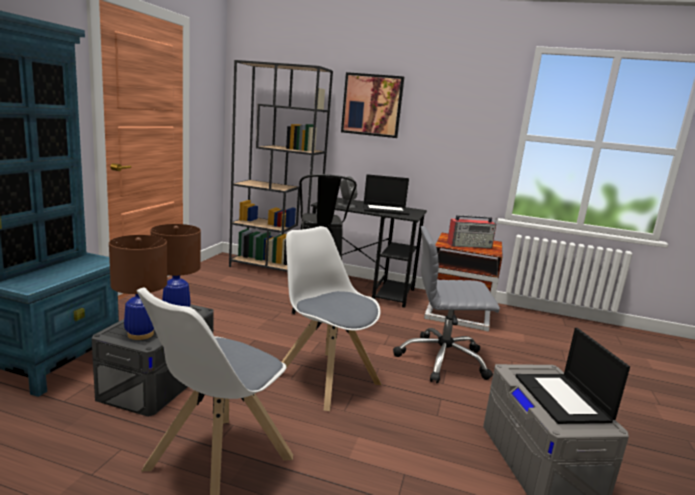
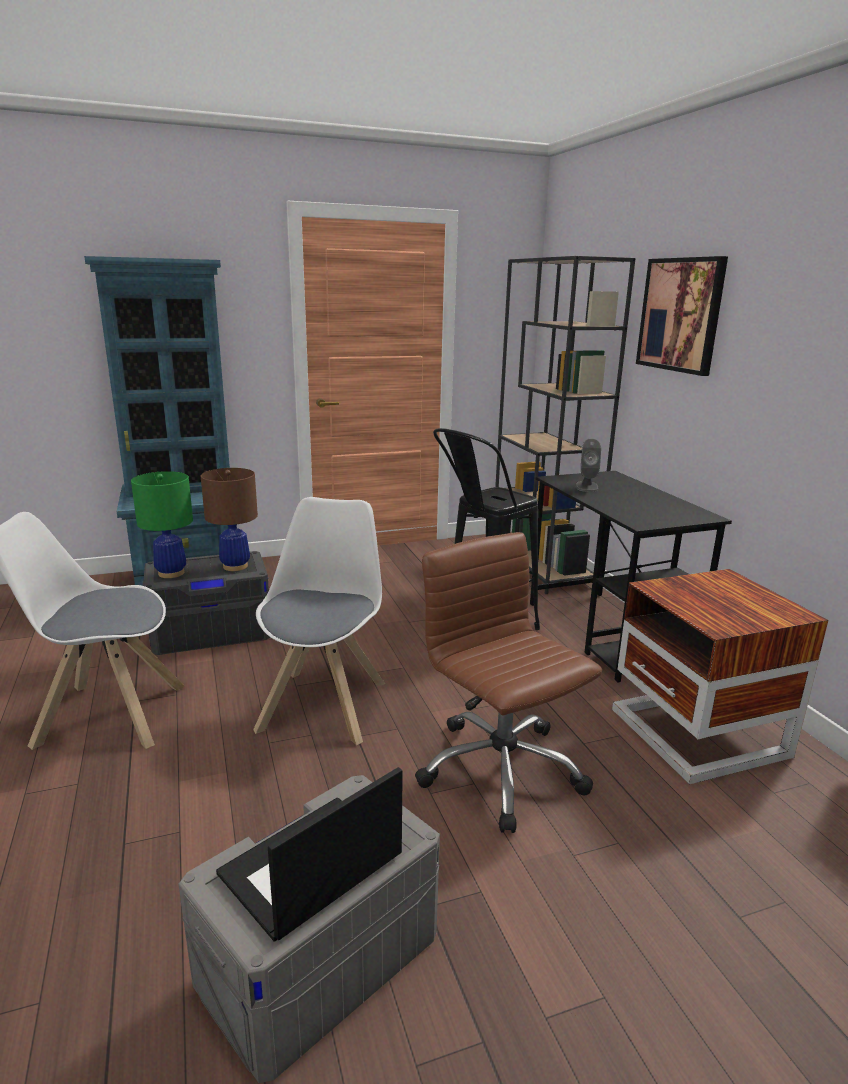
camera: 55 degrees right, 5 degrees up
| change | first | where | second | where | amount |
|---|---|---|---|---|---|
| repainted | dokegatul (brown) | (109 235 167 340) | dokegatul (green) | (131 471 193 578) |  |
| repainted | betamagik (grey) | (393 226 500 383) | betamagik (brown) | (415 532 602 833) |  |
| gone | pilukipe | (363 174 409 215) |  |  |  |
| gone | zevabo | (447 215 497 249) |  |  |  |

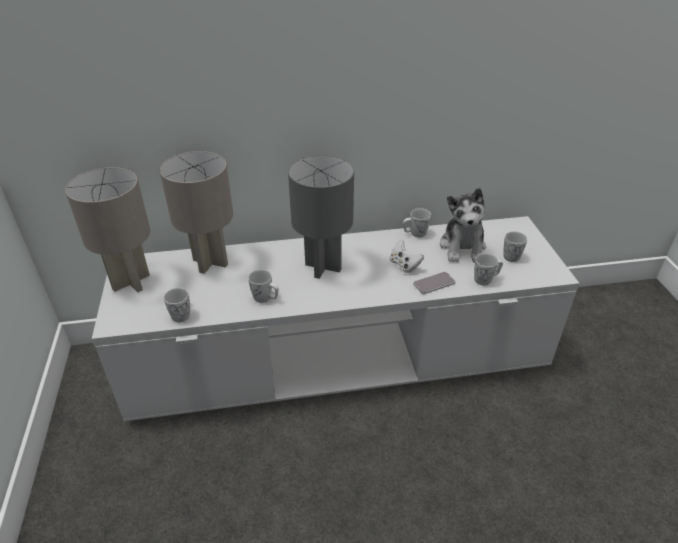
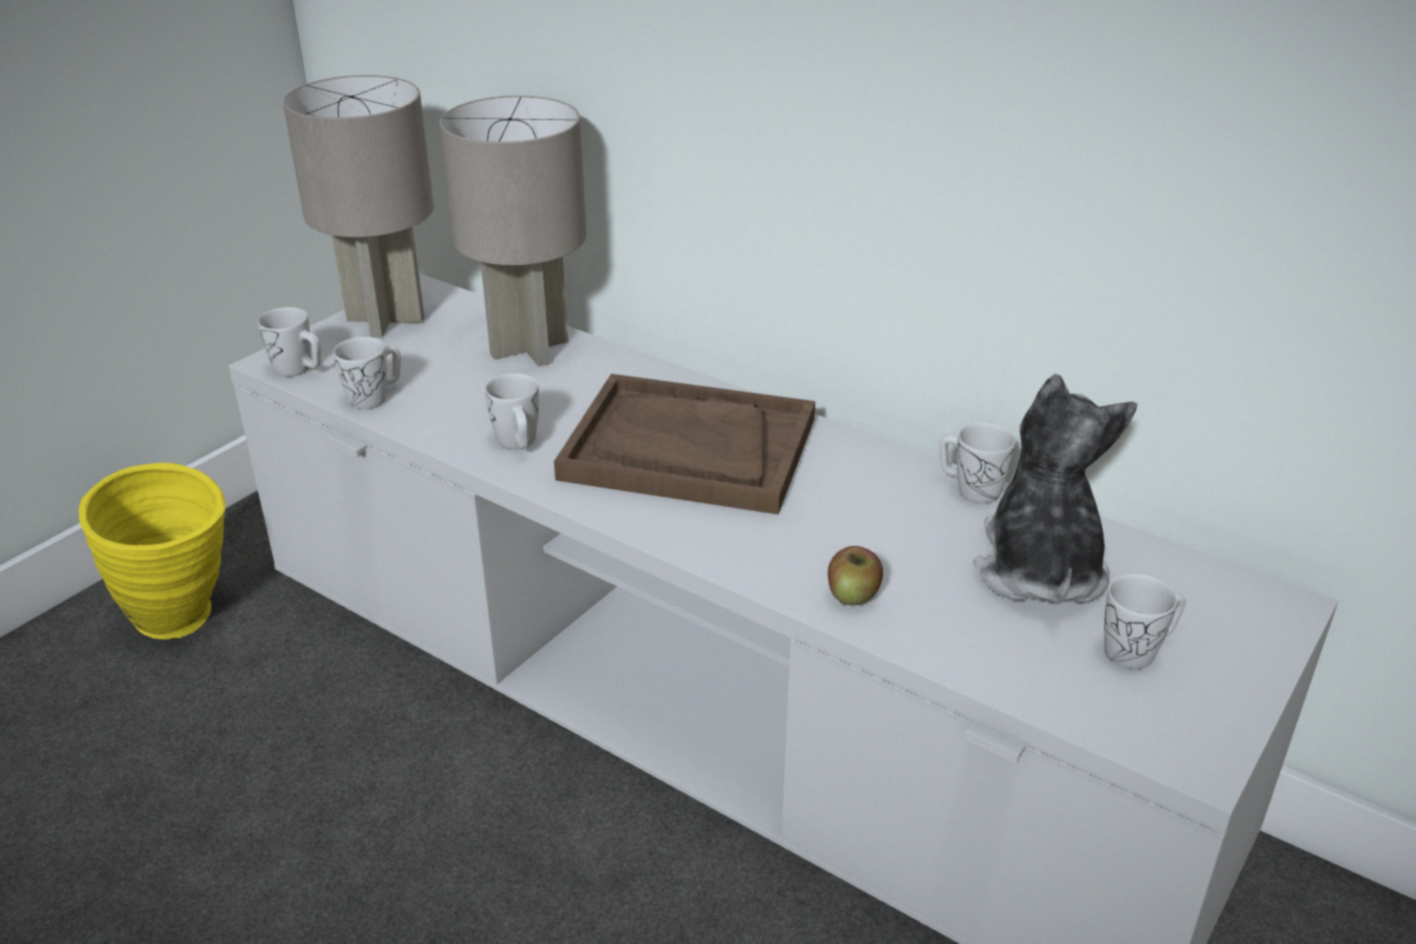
camera: 45 degrees right, 5 degrees down
| change | first | where | second | where | amount |
|---|---|---|---|---|---|
| new |  |  | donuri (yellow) | (79 463 226 639) |  |
| shifted | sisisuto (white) | (474 253 503 285) |  | (258 307 321 377) |  |
| swapped | dokegatul (grey) | (288 155 354 279) | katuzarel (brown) | (554 374 815 514) |  |
| swapped | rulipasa | (414 272 455 294) | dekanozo | (828 546 883 605) |  |
| rotated | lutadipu | (440 188 486 263) |  | (974 374 1138 603) | 135 degrees clockwise |
| gone | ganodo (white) | (390 240 424 273) |  |  |  |

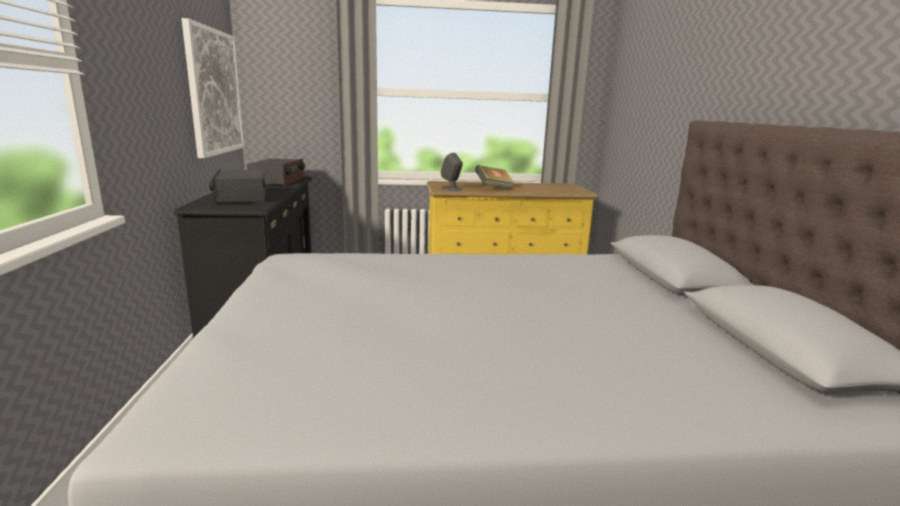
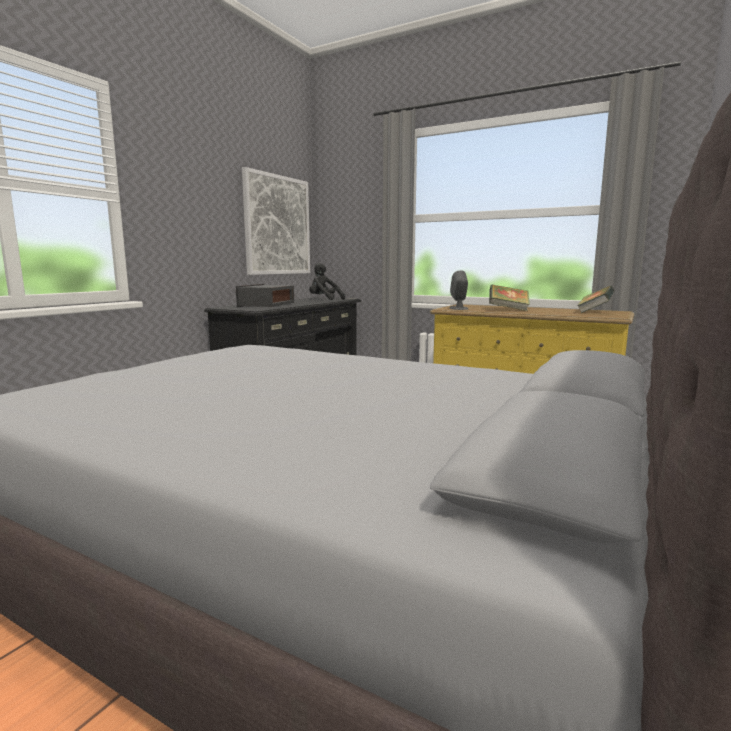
camera: 35 degrees right, 5 degrees down
| change | first | where | second | where | amount |
|---|---|---|---|---|---|
| swapped | zevabo | (247 158 305 186) | lutadipu (black) | (309 263 345 300) |  |
| new |  |  | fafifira | (577 286 614 313) |  |

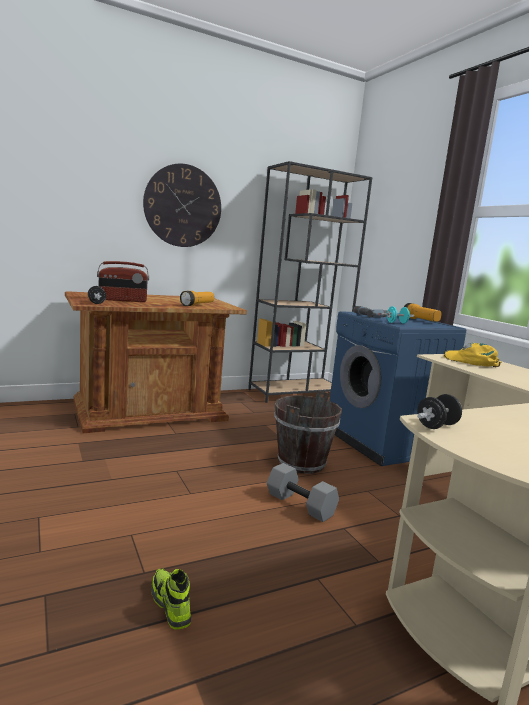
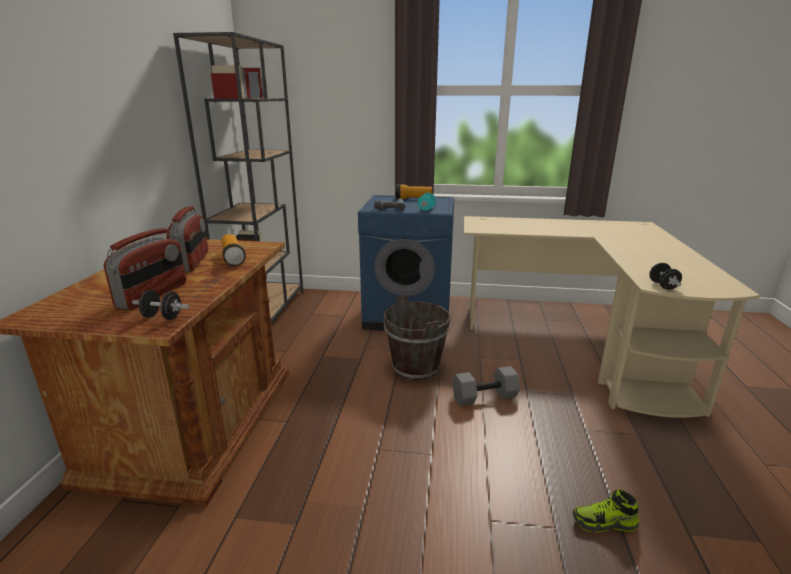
camera: 55 degrees left, 10 degrees up
| change | first | where | second | where | amount |
|---|---|---|---|---|---|
| new |  |  | zevabo | (167 206 208 272) |  |
| gone | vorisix | (143 164 221 247) |  |  |  |
| gone | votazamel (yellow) | (443 343 502 367) |  |  |  |

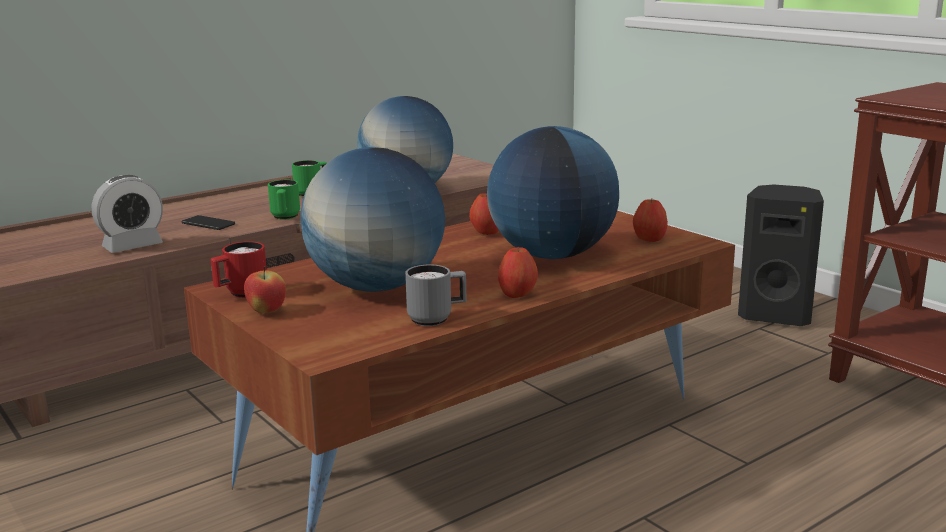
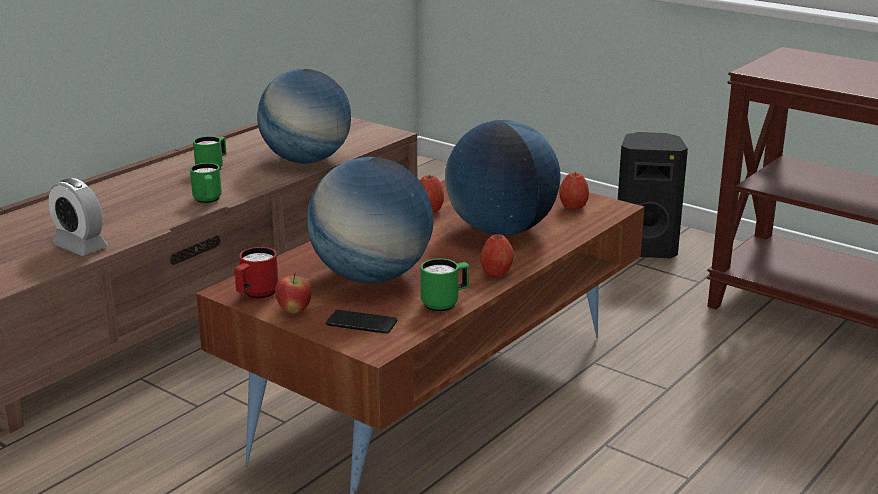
camera: 15 degrees left, 5 degrees up
| change | first | where | second | where | amount |
|---|---|---|---|---|---|
| rotated | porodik | (92 175 163 253) |  | (48 178 108 256) | 90 degrees clockwise |
| shifted | rulipasa | (181 215 235 230) |  | (326 310 397 334) |  |
| repainted | sisisuto (grey) | (405 265 467 326) | sisisuto (green) | (421 259 469 312) |  |

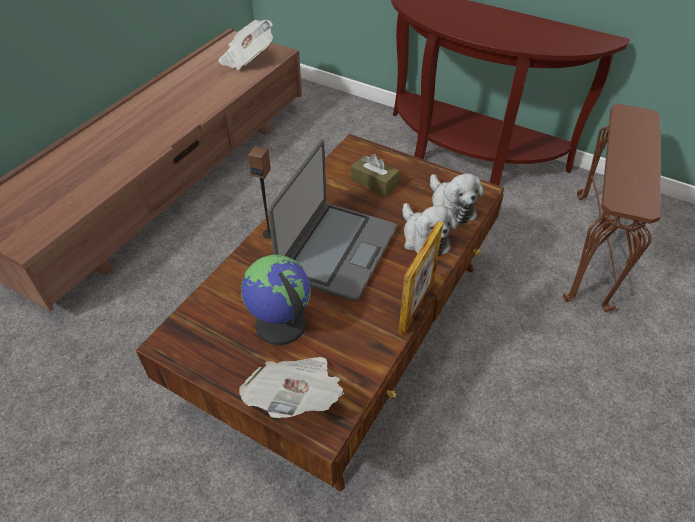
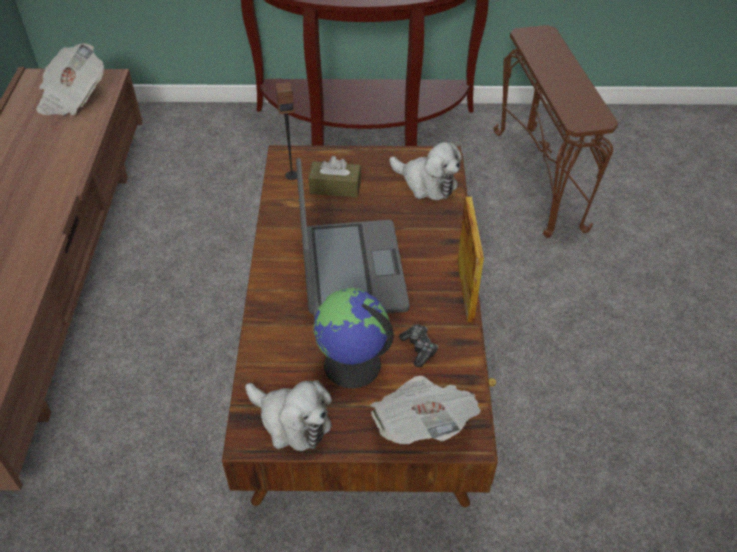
camera: 30 degrees left, 0 degrees up
| change | first | where | second | where | amount |
|---|---|---|---|---|---|
| shifted | lutadipu | (403 203 457 256) |  | (245 380 332 451) |  |
| shifted | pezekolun | (248 146 271 238) |  | (275 82 297 180) |  |
| new |  |  | ganodo | (399 325 438 367) |  |

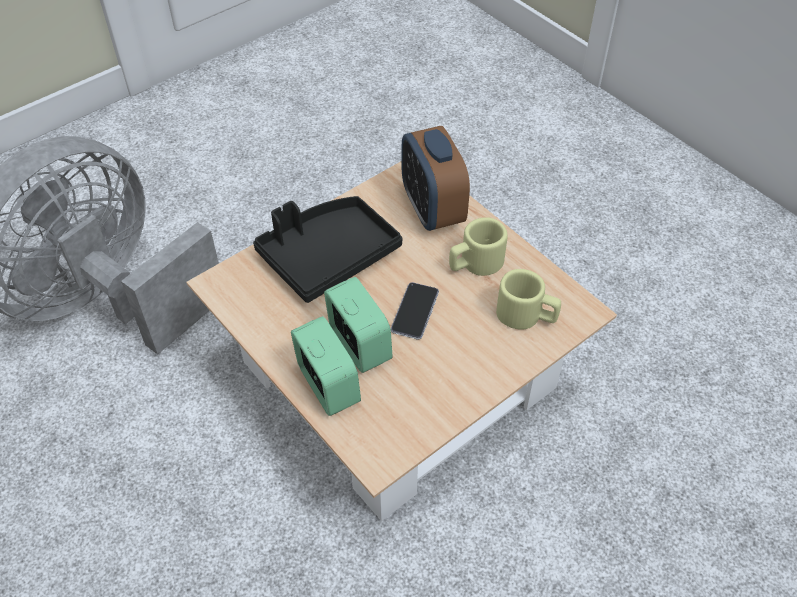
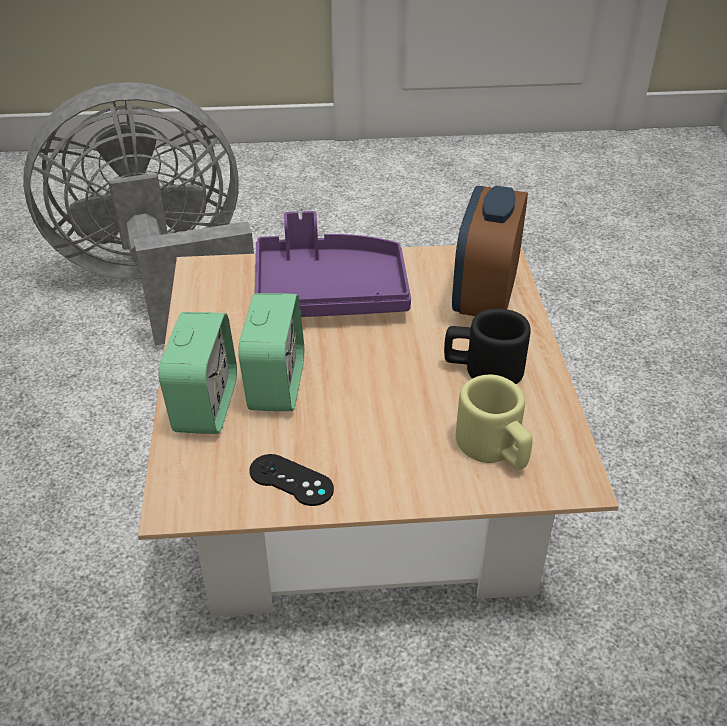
camera: 35 degrees right, 10 degrees down
| change | first | where | second | where | amount |
|---|---|---|---|---|---|
| new |  |  | ganodo (black) | (249 454 334 506) |  |
| repainted | katuzarel (black) | (253 196 403 303) | katuzarel (purple) | (255 211 411 317) |  |
| repainted | sisisuto (beige) | (449 217 508 276) | sisisuto (black) | (444 309 531 384) |  |
| gone | rulipasa | (391 282 439 340) |  |  |  |

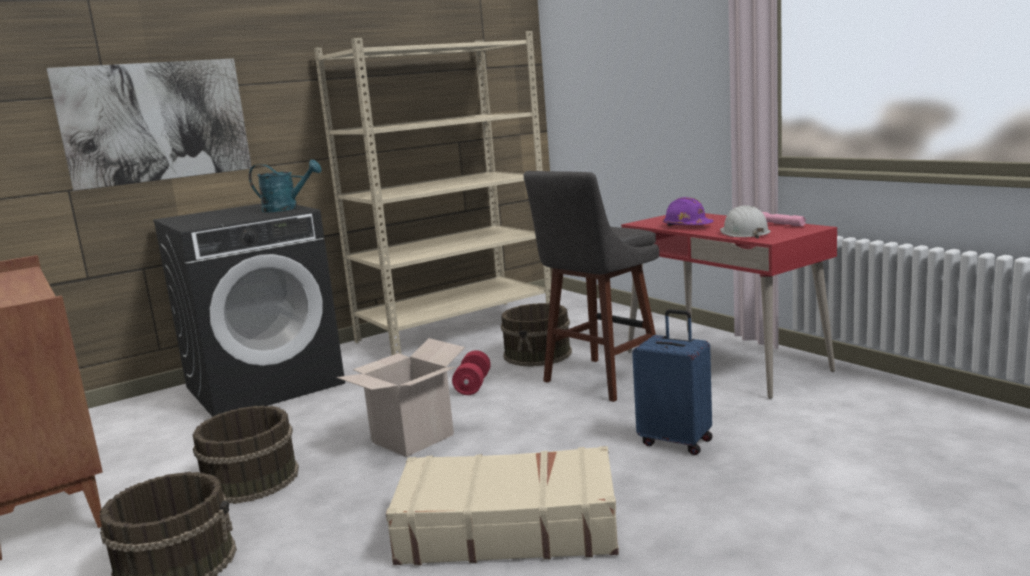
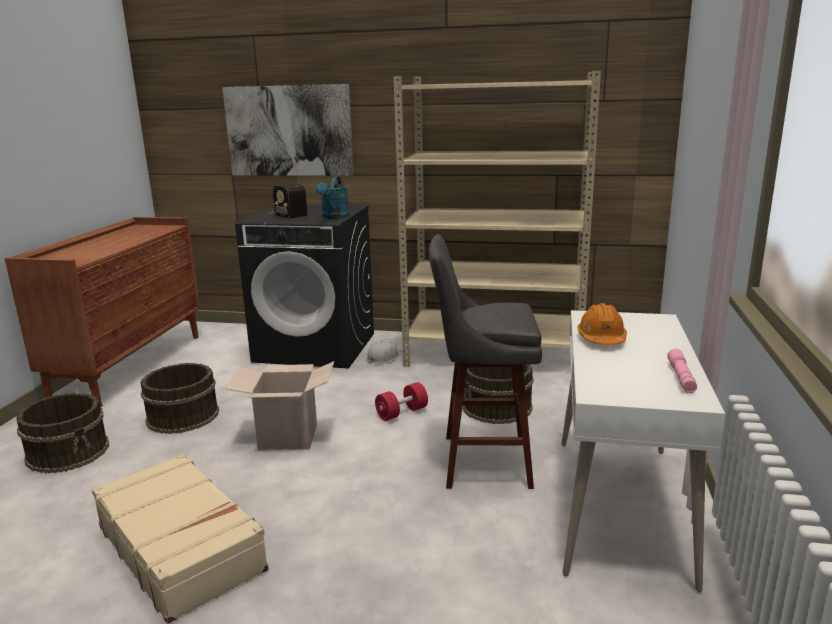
camera: 45 degrees right, 5 degrees up
| change | first | where | second | where | amount |
|---|---|---|---|---|---|
| new |  |  | zevabo | (268 183 307 219) |  |
| rotated | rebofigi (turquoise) | (249 159 322 212) |  | (315 176 350 219) | 45 degrees clockwise |
| shifted | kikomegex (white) | (720 205 770 238) |  | (366 339 403 364) |  |
| repainted | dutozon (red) | (621 213 837 399) | dutozon (white) | (561 310 725 592) |  |
| repainted | kikomegex (purple) | (663 197 713 226) | kikomegex (orange) | (578 303 627 345) |  |
| gone | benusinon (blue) | (632 309 712 455) |  |  |  |

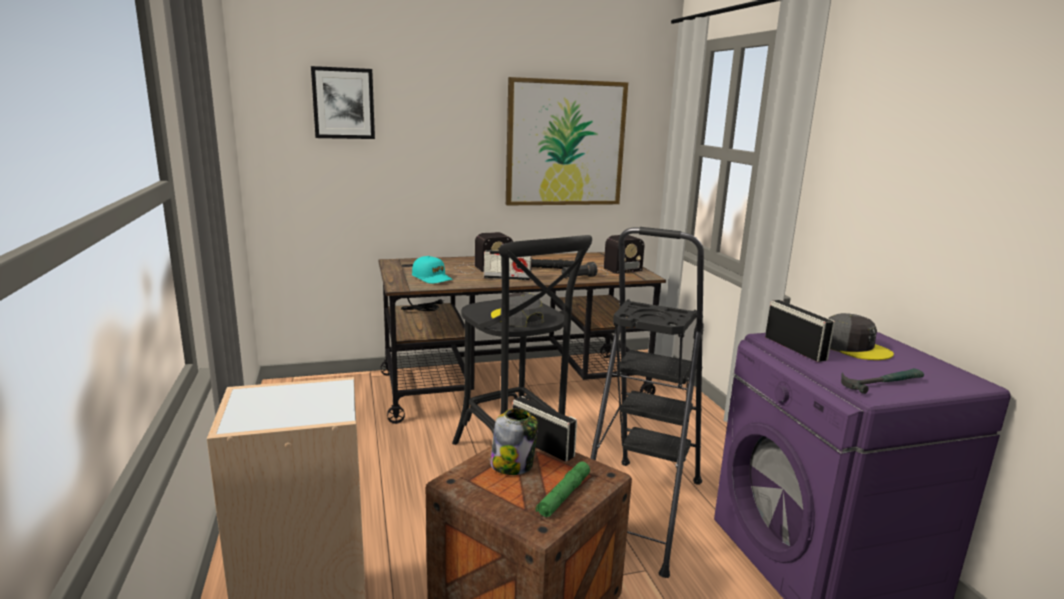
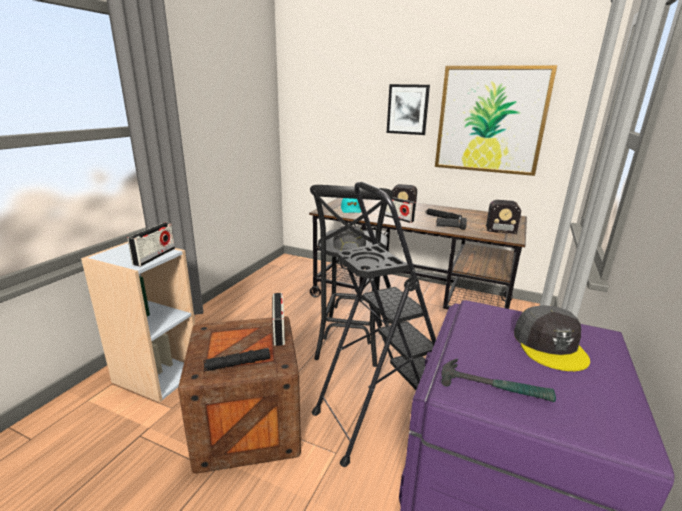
camera: 40 degrees right, 5 degrees up
| change | first | where | second | where | amount |
|---|---|---|---|---|---|
| shifted | zevabo | (765 300 835 362) |  | (128 222 175 266) |  |
| repainted | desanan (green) | (536 462 590 517) | desanan (black) | (204 348 270 371) |  |
| shifted | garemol | (311 66 375 139) |  | (387 84 430 135) |  |
| gone | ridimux | (490 409 538 475) |  |  |  |

